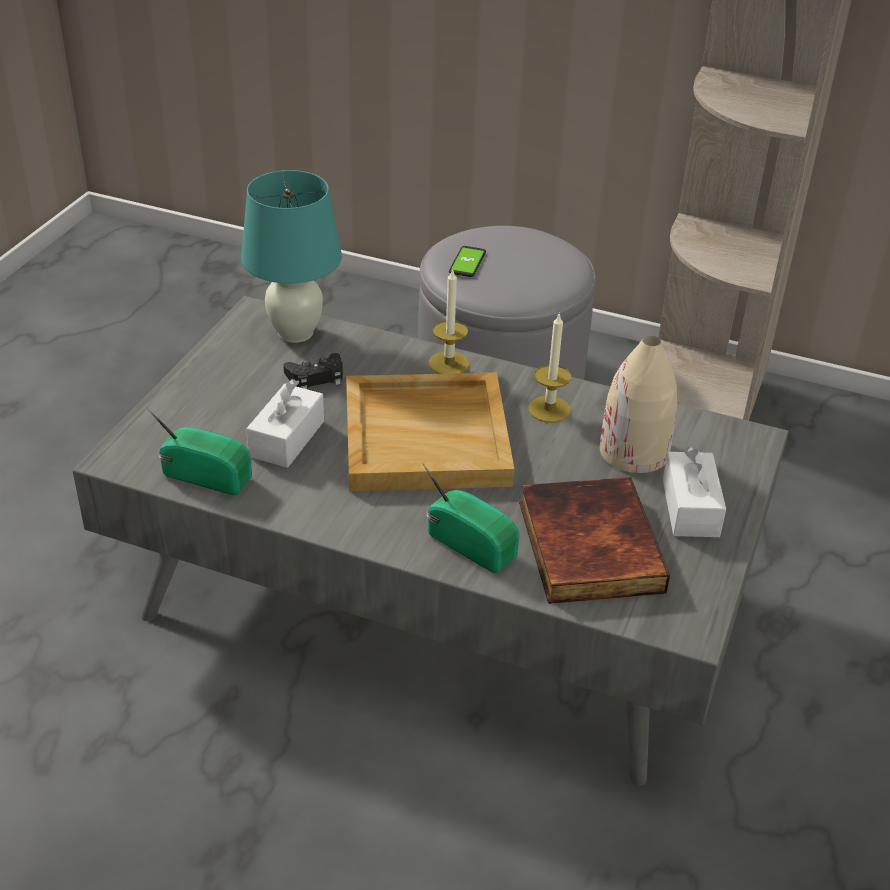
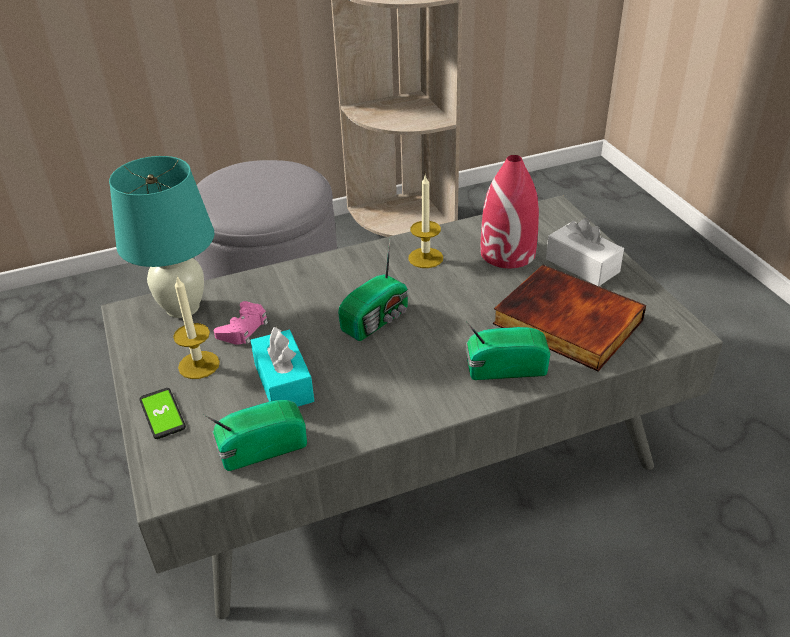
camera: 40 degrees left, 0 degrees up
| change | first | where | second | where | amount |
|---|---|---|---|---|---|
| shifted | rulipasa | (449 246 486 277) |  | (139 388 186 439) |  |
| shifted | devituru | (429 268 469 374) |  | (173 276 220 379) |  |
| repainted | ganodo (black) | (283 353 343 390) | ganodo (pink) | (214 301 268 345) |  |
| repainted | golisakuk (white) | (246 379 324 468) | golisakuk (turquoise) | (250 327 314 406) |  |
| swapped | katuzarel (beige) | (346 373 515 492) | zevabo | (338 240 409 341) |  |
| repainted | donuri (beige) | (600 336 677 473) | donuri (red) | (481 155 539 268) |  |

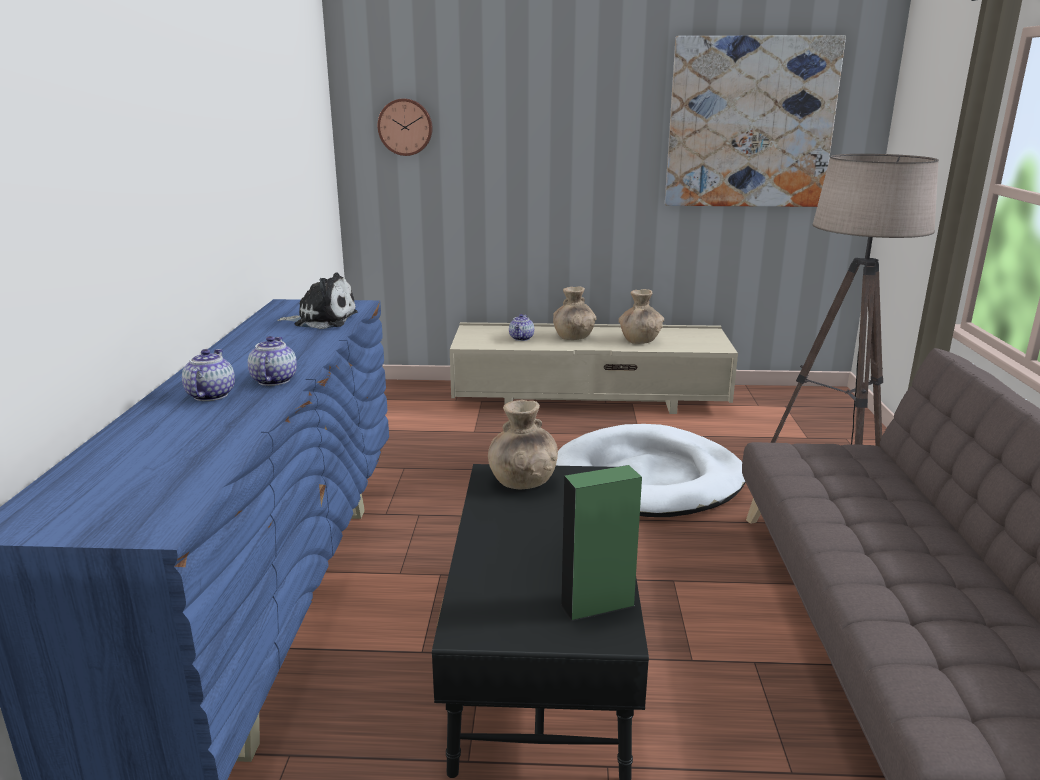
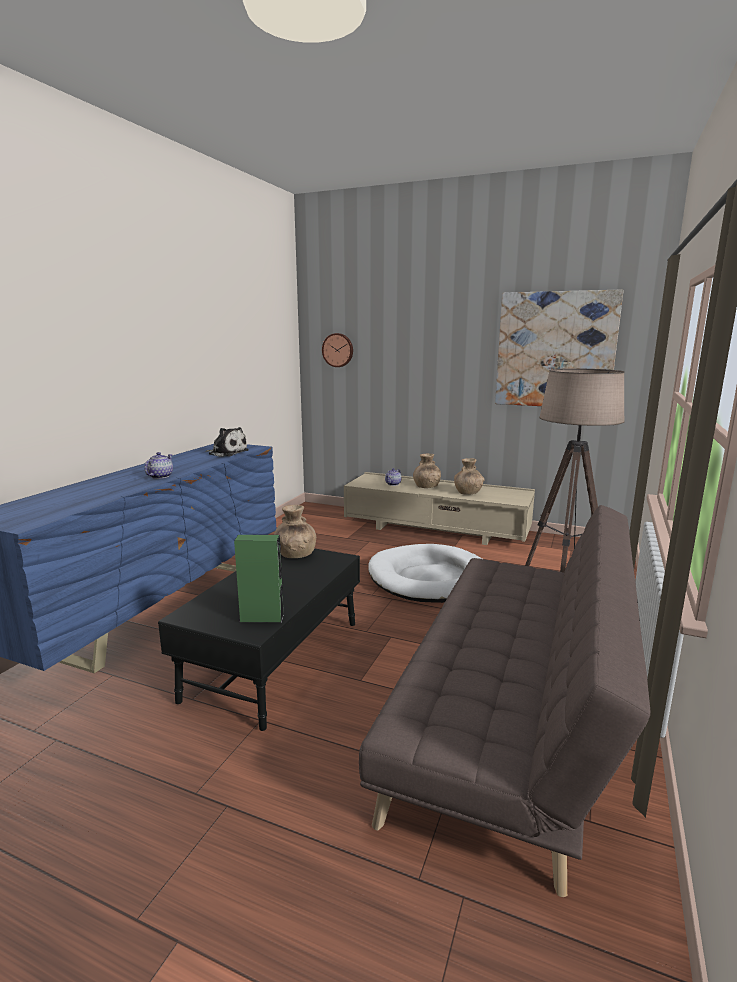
camera: 20 degrees right, 5 degrees down
| change | first | where | second | where | amount |
|---|---|---|---|---|---|
| gone | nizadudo | (182 349 235 401) |  |  |  |

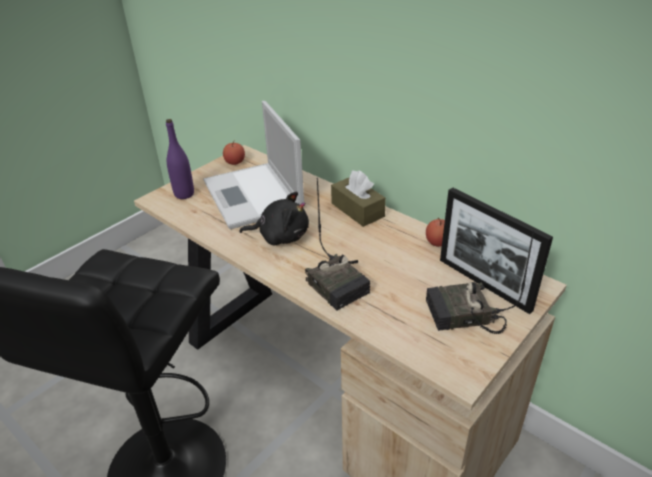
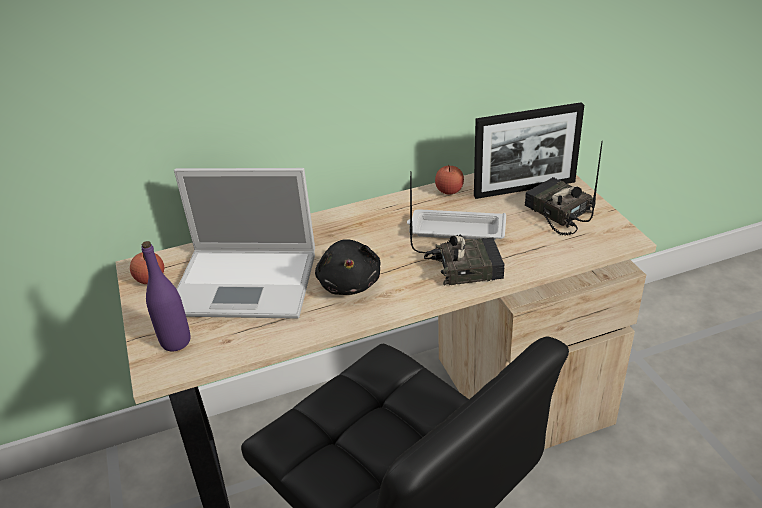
camera: 60 degrees left, 0 degrees up
| change | first | where | second | where | amount |
|---|---|---|---|---|---|
| rotated | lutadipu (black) | (240 192 309 246) |  | (315 239 381 295) | 135 degrees clockwise |
| new |  |  | katuzarel (white) | (407 209 506 240) |  |
| rotated | zevabo | (426 230 534 334) |  | (525 141 603 236) | 120 degrees clockwise |
| gone | golisakuk (brown) | (331 170 386 227) |  |  |  |

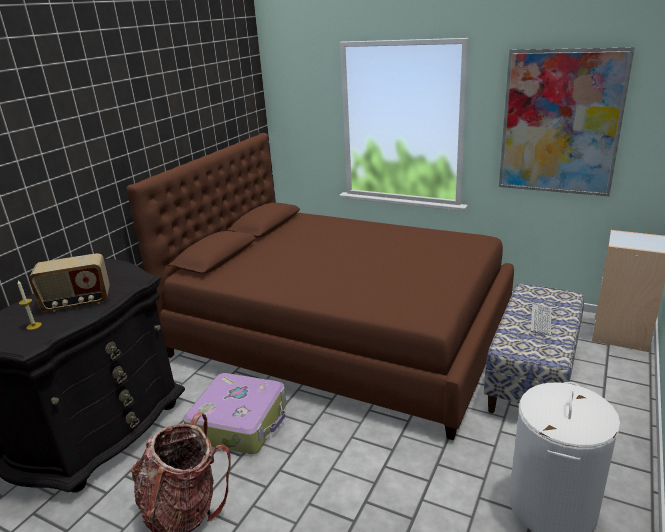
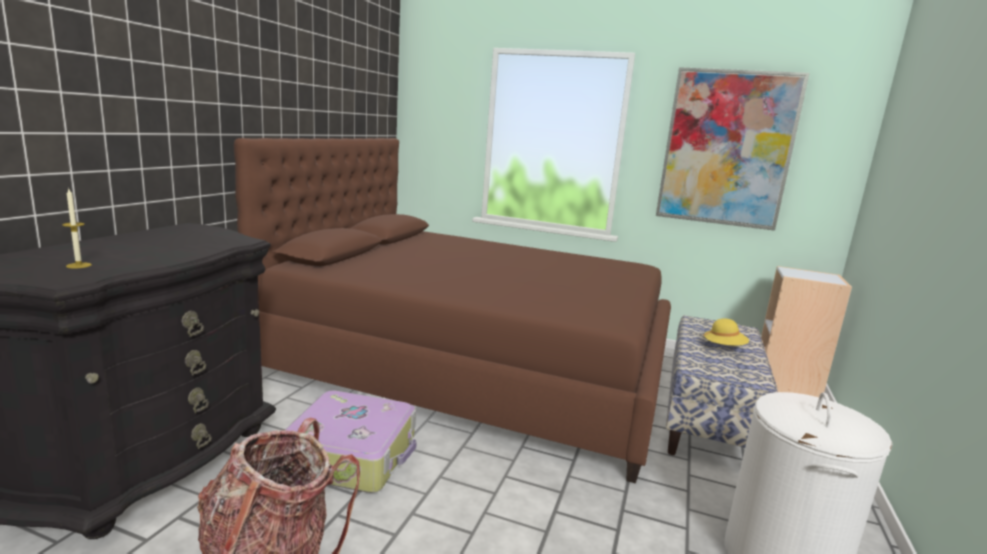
camera: 10 degrees left, 10 degrees down
| change | first | where | second | where | amount |
|---|---|---|---|---|---|
| swapped | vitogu | (531 304 551 336) | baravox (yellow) | (702 318 749 346) |  |
| gone | zevabo | (29 253 110 312) |  |  |  |

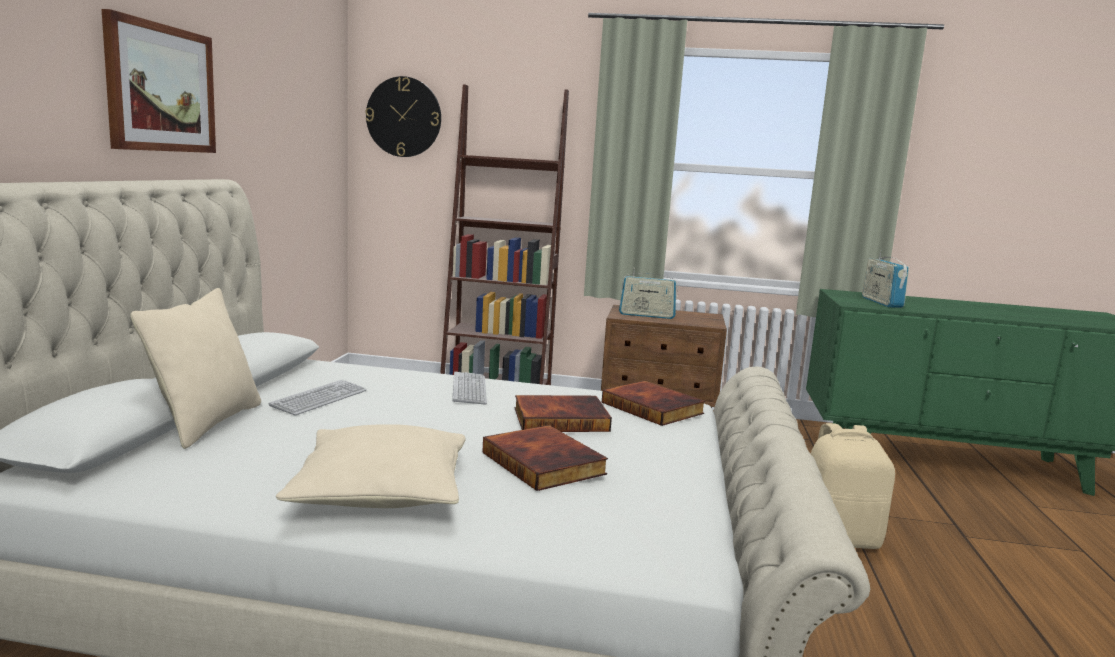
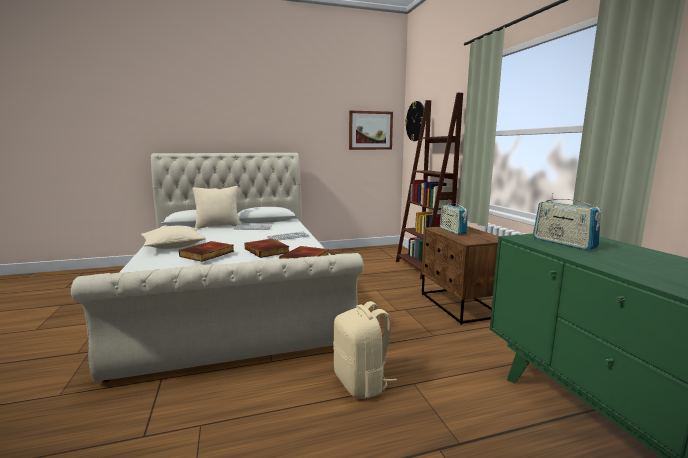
camera: 65 degrees right, 0 degrees up
| change | first | where | second | where | amount |
|---|---|---|---|---|---|
| shifted | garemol | (102 9 216 153) |  | (349 111 393 150) |  |
| rotated | zevabo | (862 250 909 308) |  | (533 193 602 250) | 90 degrees counterclockwise |

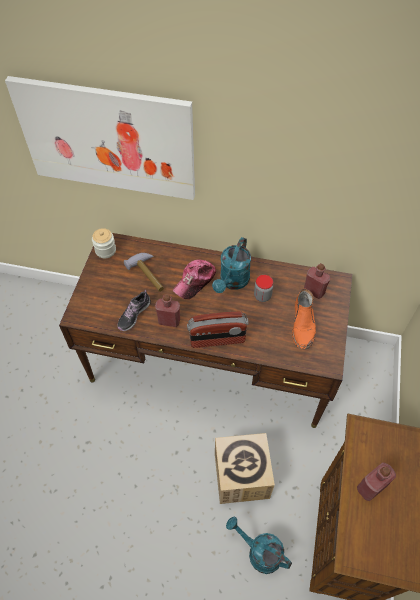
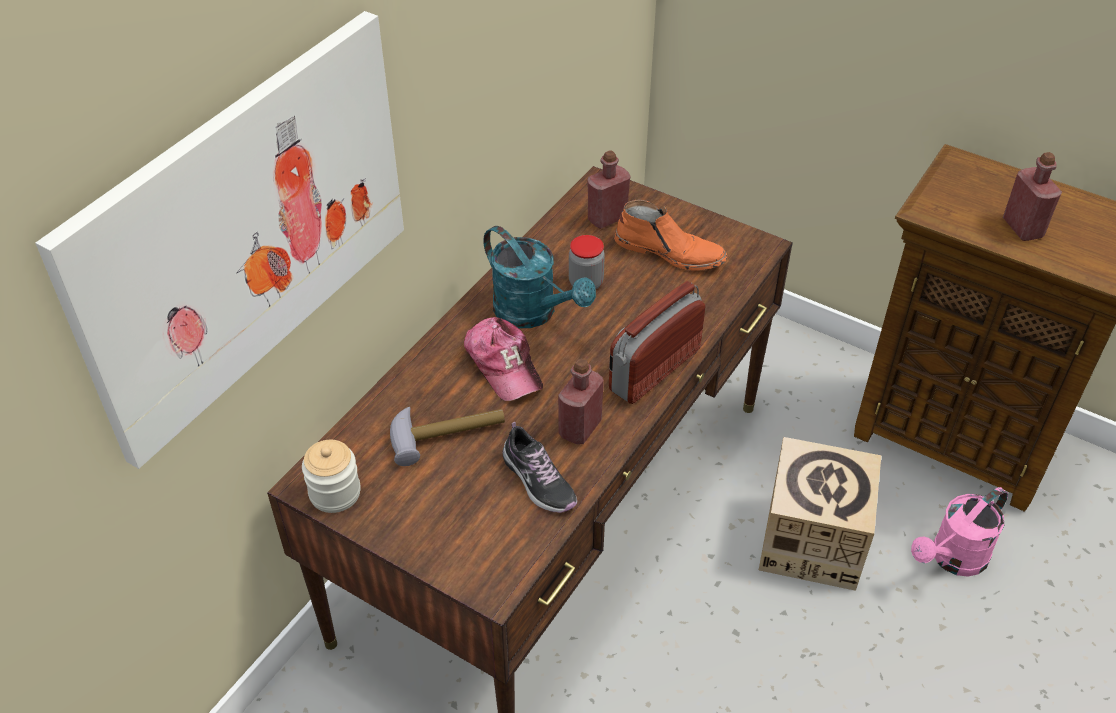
camera: 70 degrees left, 10 degrees down
| change | first | where | second | where | amount |
|---|---|---|---|---|---|
| rotated | zevabo | (187 311 248 348) |  | (609 281 705 404) | 150 degrees counterclockwise |
| repainted | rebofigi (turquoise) | (226 517 292 574) | rebofigi (pink) | (911 487 1008 577) |  |

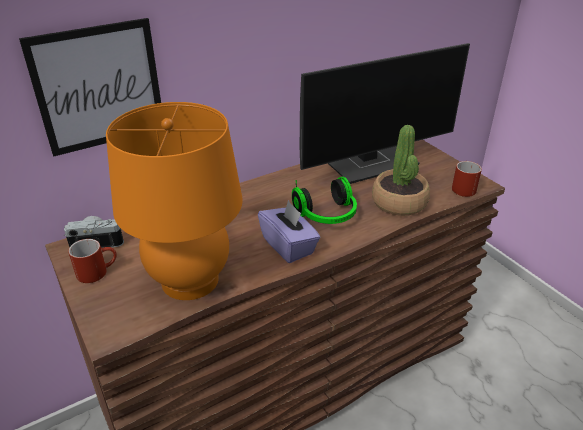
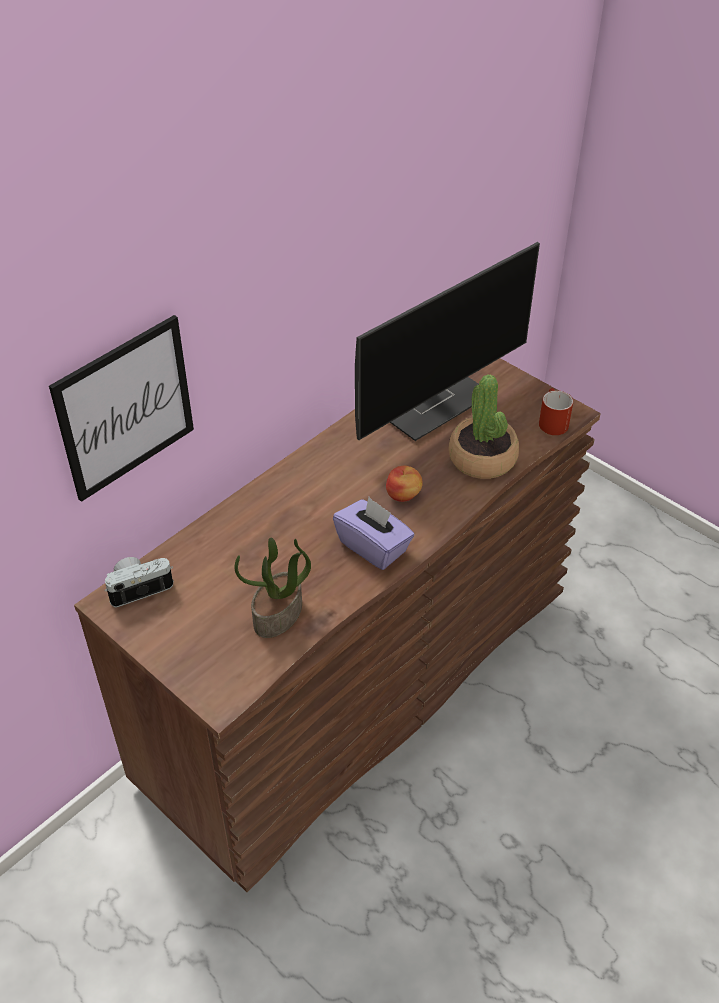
camera: 15 degrees left, 10 degrees up
| change | first | where | second | where | amount |
|---|---|---|---|---|---|
| swapped | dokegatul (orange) | (106 102 242 300) | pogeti | (234 537 311 638) |  |
| swapped | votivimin | (292 176 357 224) | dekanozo | (386 466 423 502) |  |
| gone | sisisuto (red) | (68 239 117 283) |  |  |  |

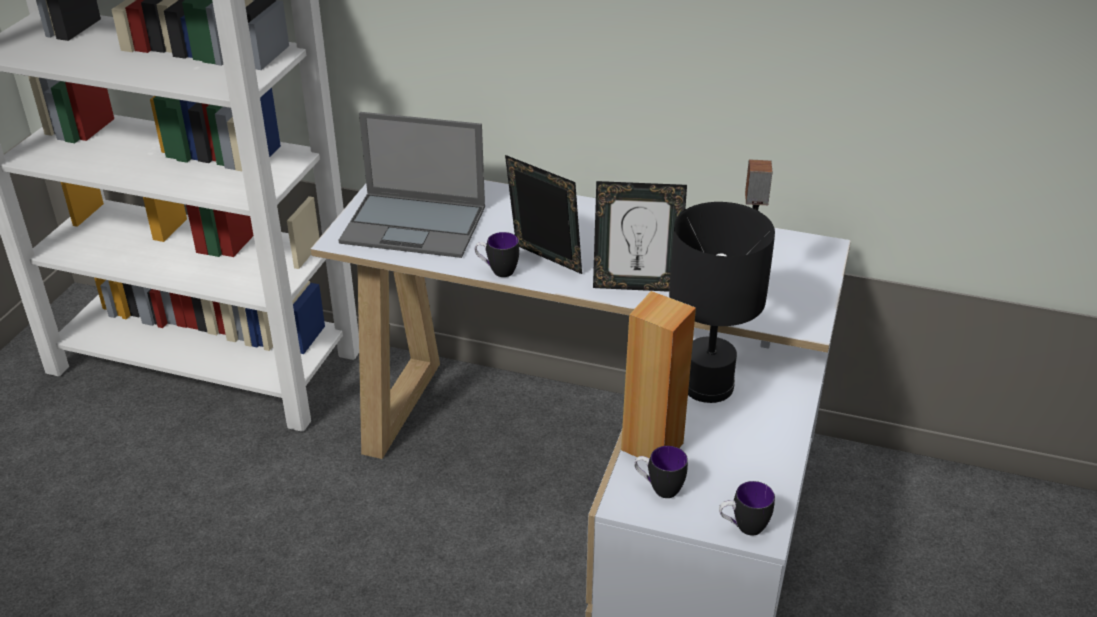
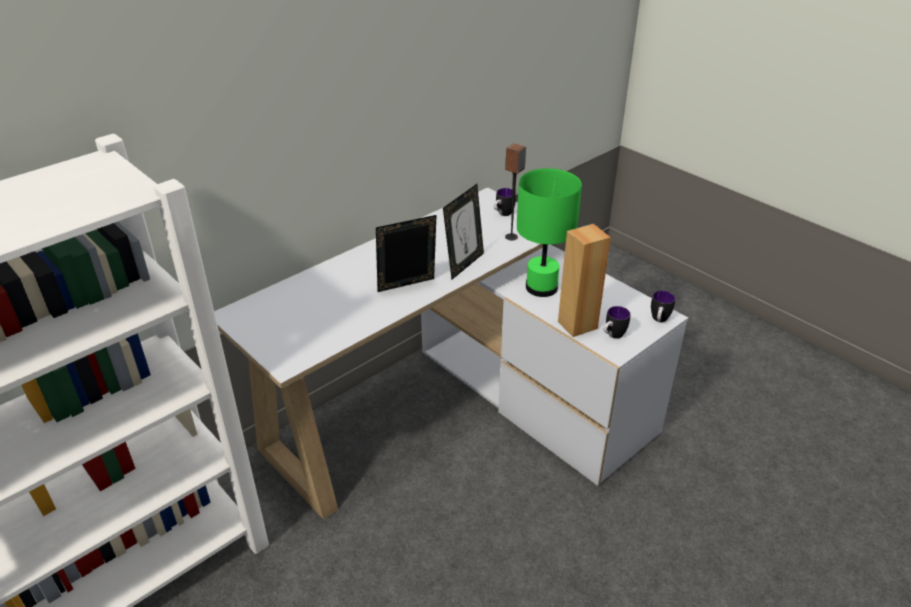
camera: 60 degrees left, 0 degrees up
| change | first | where | second | where | amount |
|---|---|---|---|---|---|
| shifted | sisisuto | (475 232 519 277) |  | (494 188 516 216) |  |
| repainted | dokegatul (black) | (669 202 775 403) | dokegatul (green) | (517 168 582 297) |  |
| gone | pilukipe | (338 112 485 258) |  |  |  |

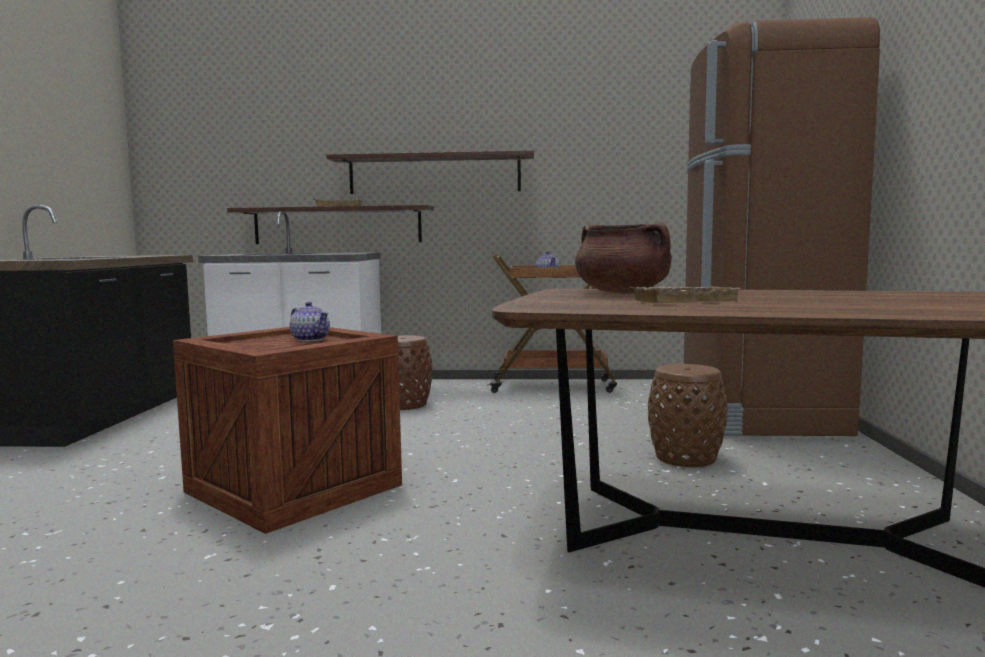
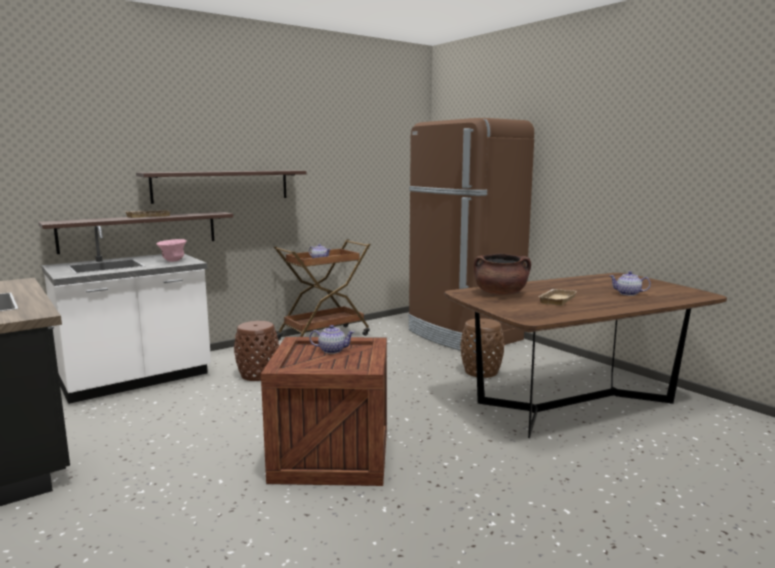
camera: 40 degrees left, 5 degrees up
| change | first | where | second | where | amount |
|---|---|---|---|---|---|
| new |  |  | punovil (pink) | (156 239 187 262) |  |
| new |  |  | nizadudo | (610 271 651 296) |  |

